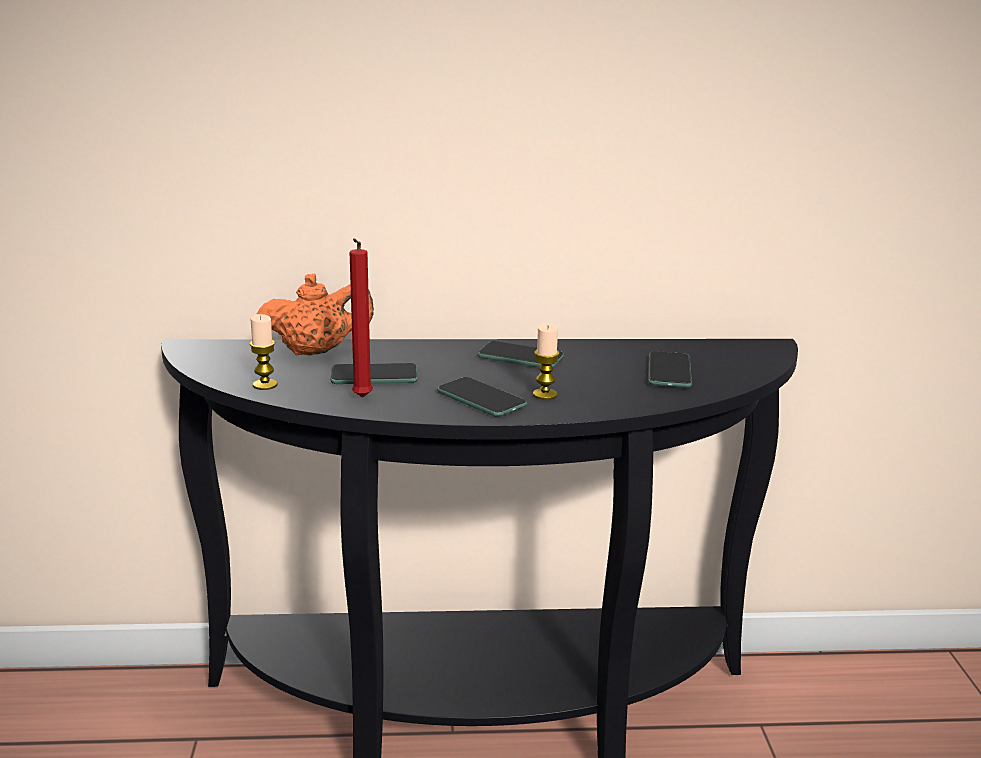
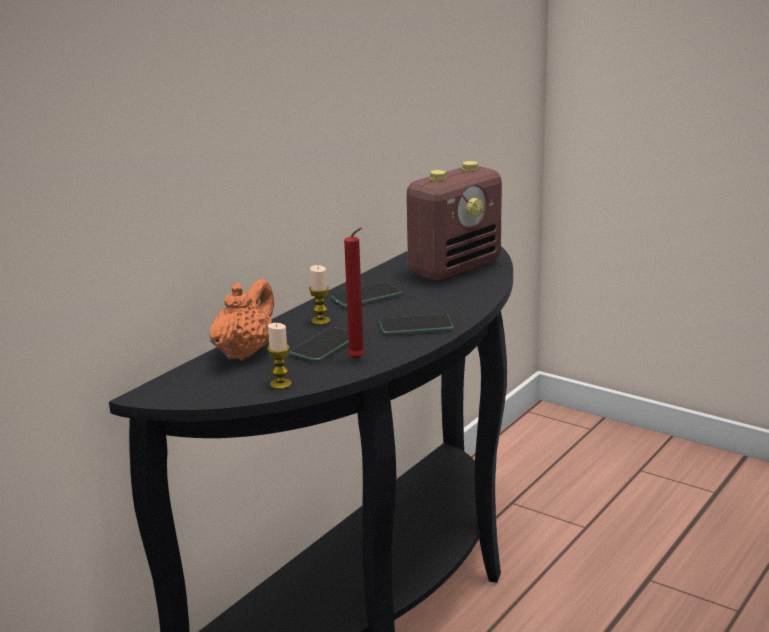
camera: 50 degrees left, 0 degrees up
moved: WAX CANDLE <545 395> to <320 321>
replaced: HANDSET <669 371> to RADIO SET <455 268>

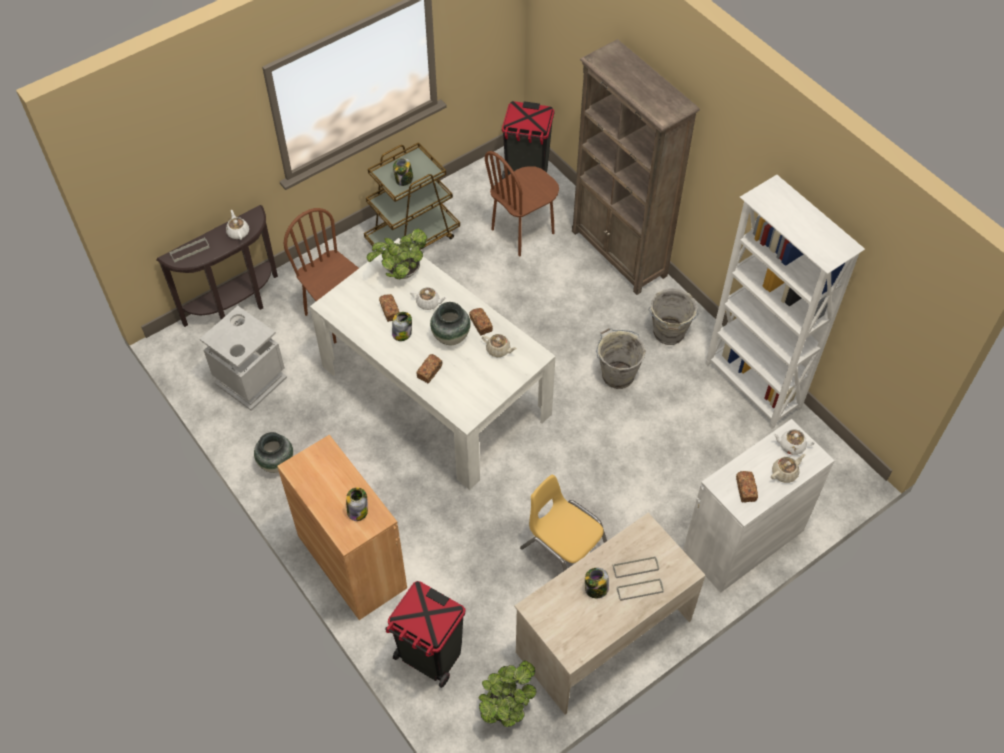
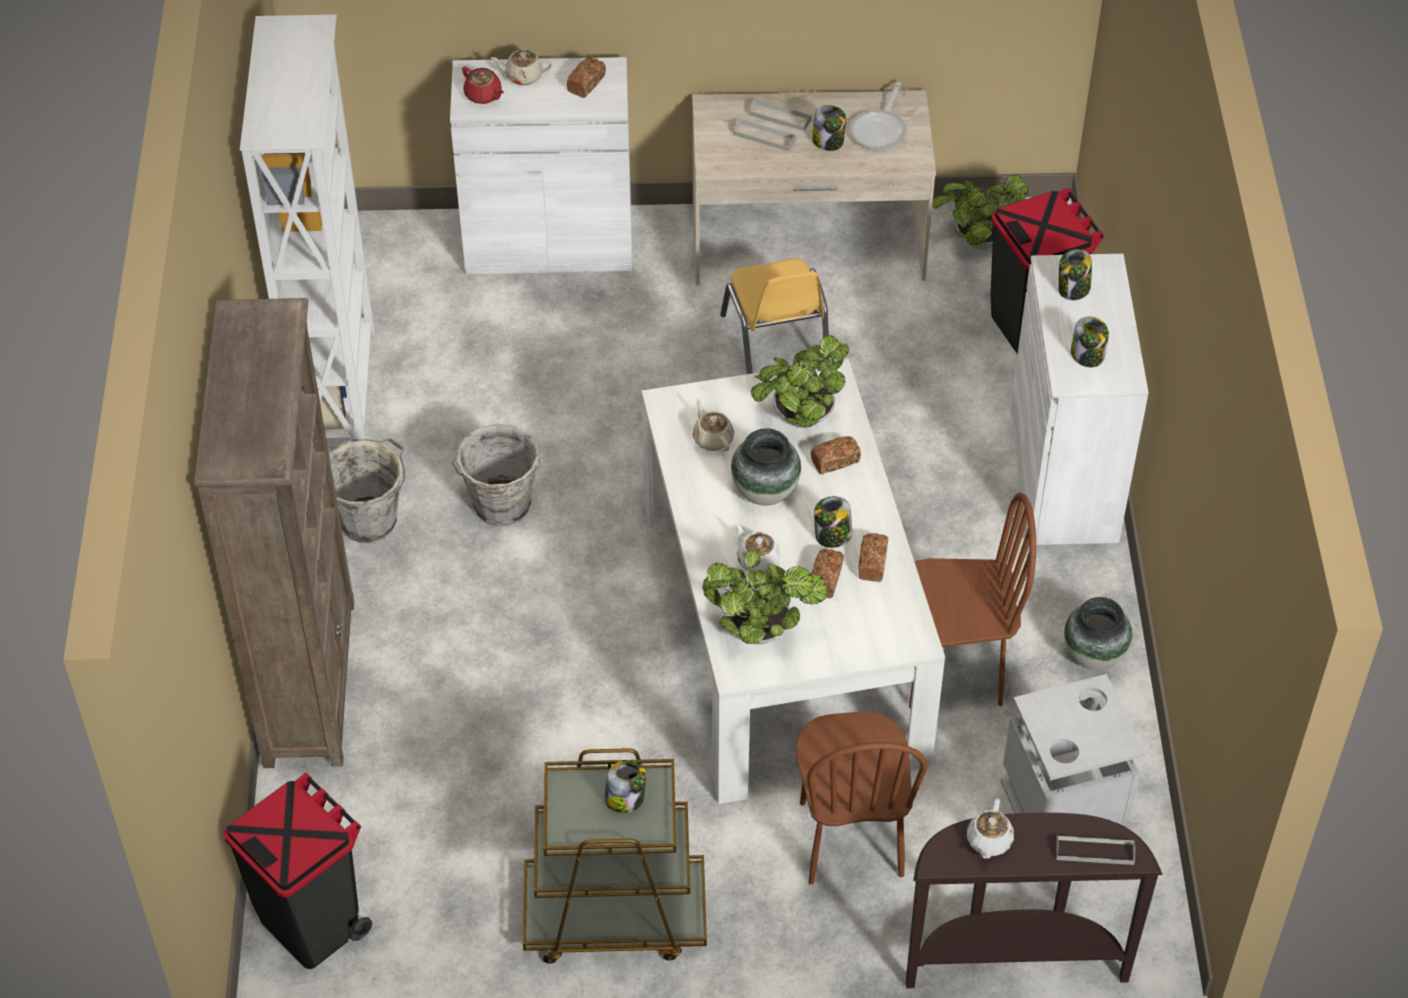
camera: 145 degrees left, 5 degrees down
added: POTTED PLANT <799 418>; FRYING PAN <880 130>; STORAGE JAR <1088 355>
moved: BAKED BREAD <481 325> to <872 563>; BROWN-COLOURED CHAIR <523 231> to <950 671>
recoloured: BROWN-COLOURED CUPBOARD <352 561> to WHITE-COLOURED CUPBOARD <1063 474>; WHITE-COLOURED TEAPOT <791 445> to RED-COLOURED TEAPOT <483 95>

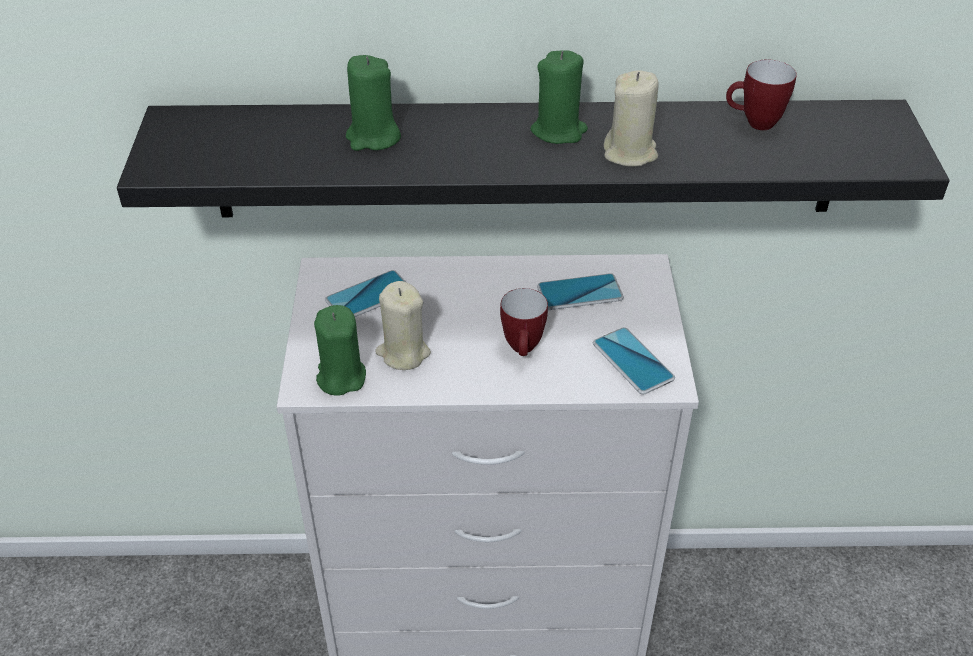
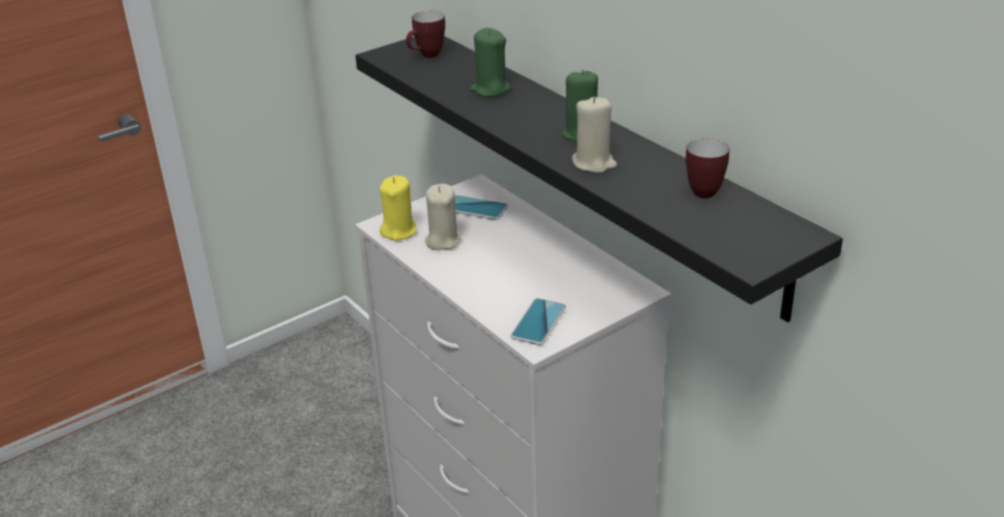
camera: 55 degrees right, 10 degrees down
removed: HANDSET <579 293>
moved: MUG <523 350> to <427 56>
recoloured: GREEN WAX CANDLE <341 377> to YELLOWISH WAX CANDLE <399 231>

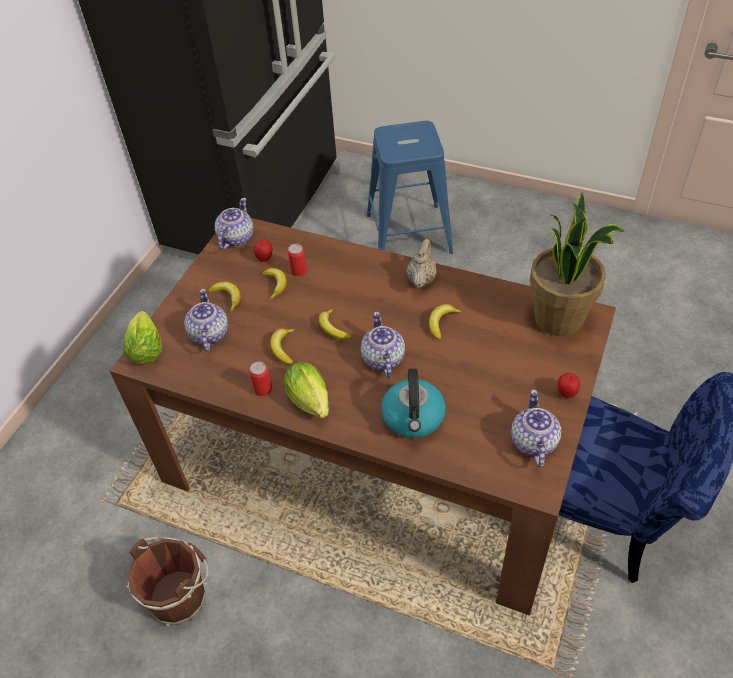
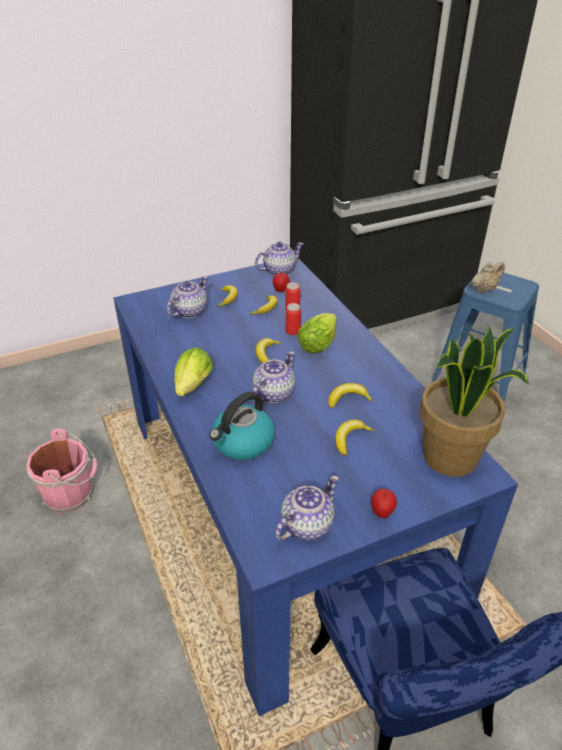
camera: 40 degrees right, 10 degrees down
moved: LETTUCE <146 347> to <319 343>; SEALED CAN <263 389> to <293 331>; BANANA FRUIT <283 348> to <350 439>; SAND-COLOURED TEAPOT <421 279> to <484 289>
recoloured: BROWN-COLOURED DINING TABLE <374 454> to BLUISH DINING TABLE <280 506>; BROWN-COLOURED BUCKET <180 595> to PINK-COLOURED BUCKET <71 494>

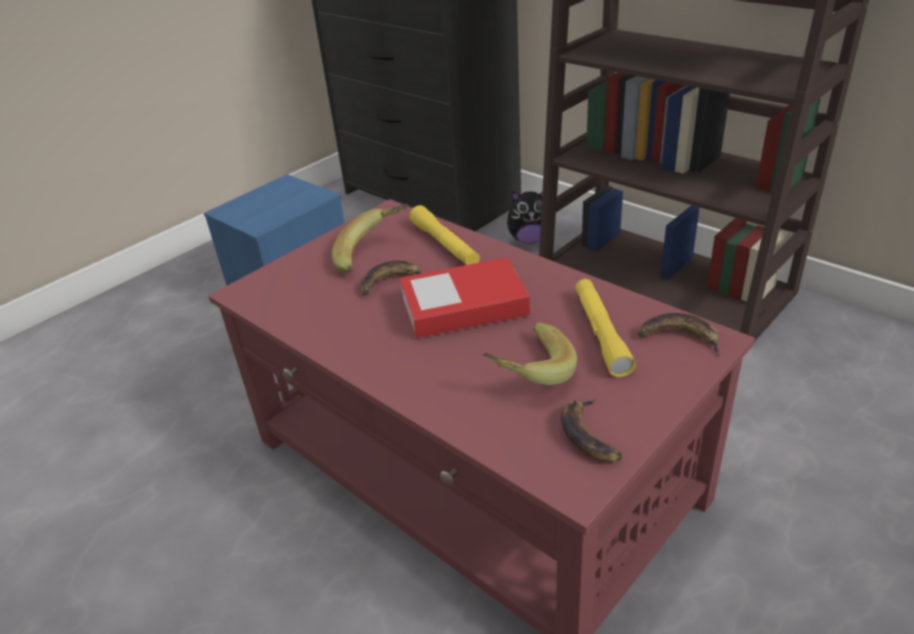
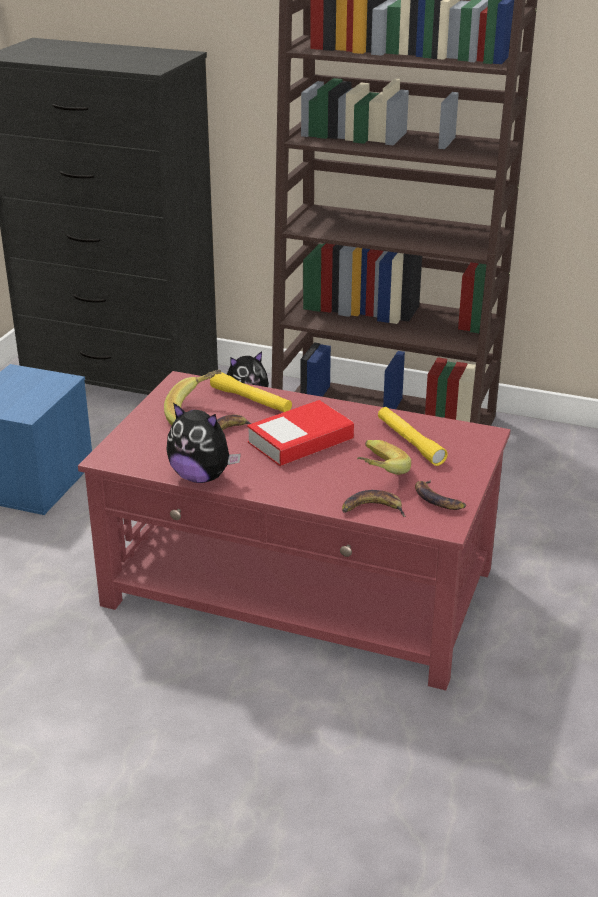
camera: 25 degrees left, 5 degrees down
added: CUDDLY TOY <201 477>
moved: BANANA FRUIT <678 338> to <372 509>

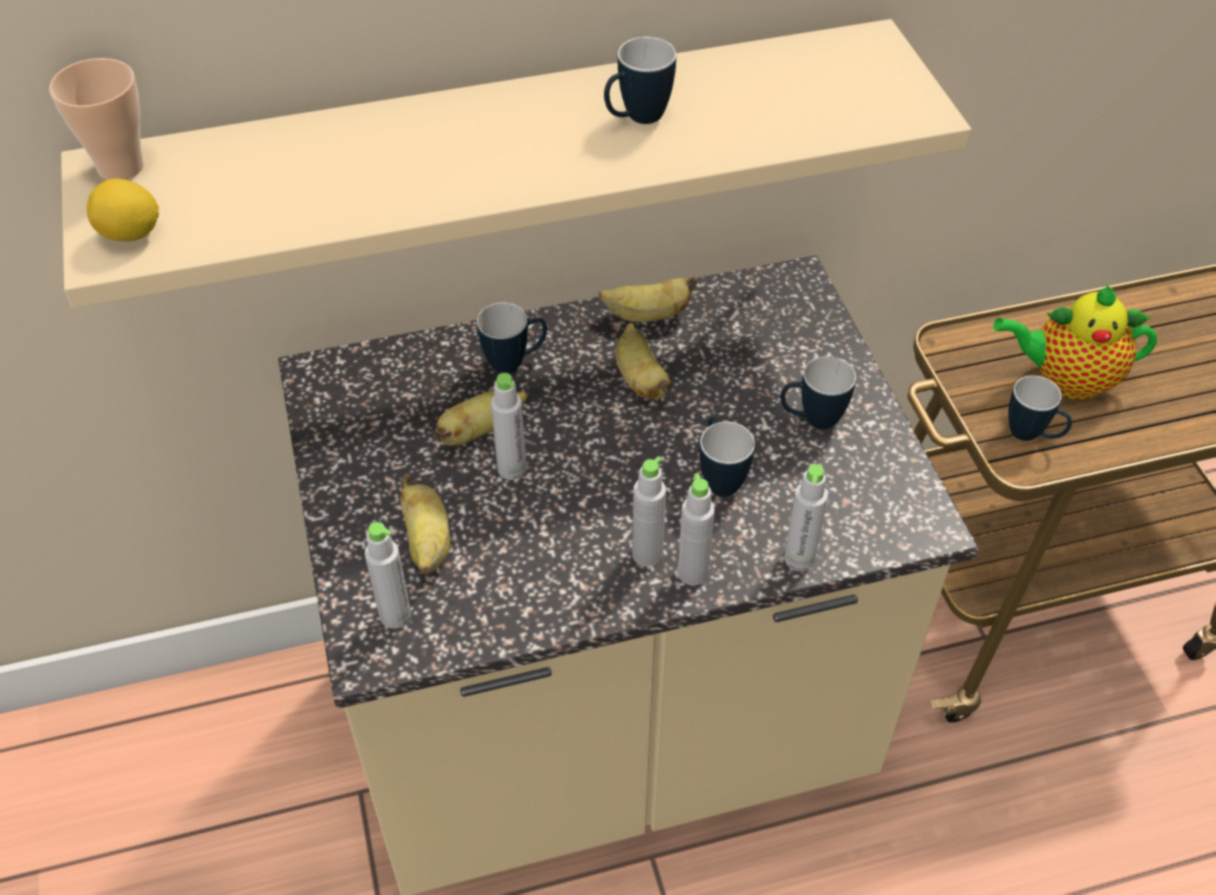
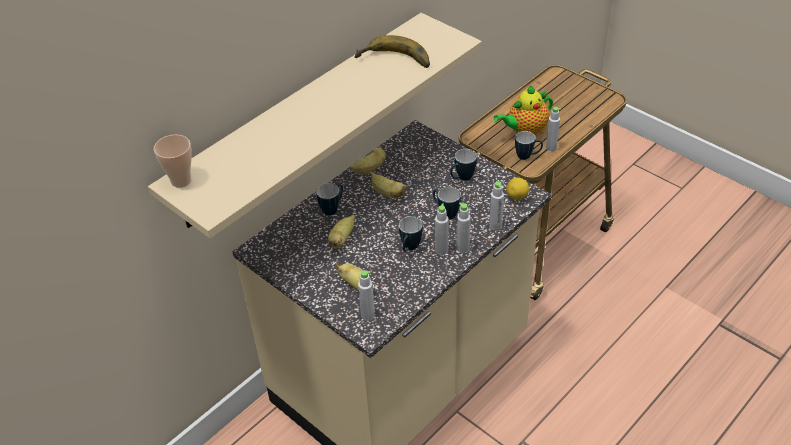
camera: 30 degrees left, 5 degrees down
added: BANANA FRUIT <394 62>
moved: LEMON <131 235> to <517 196>; GRAY BEVERAGE BOTTLE <512 469> to <551 147>; MUG <636 119> to <409 248>

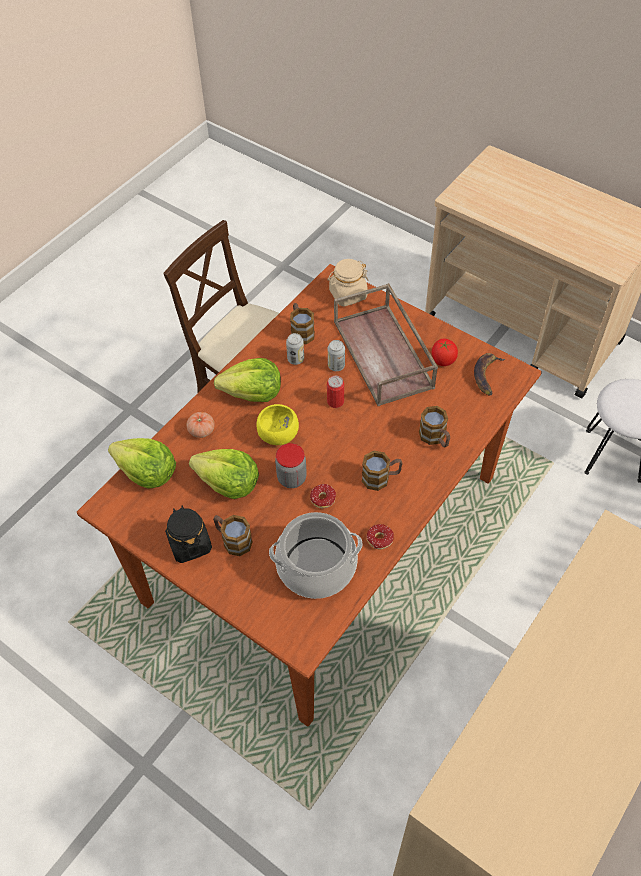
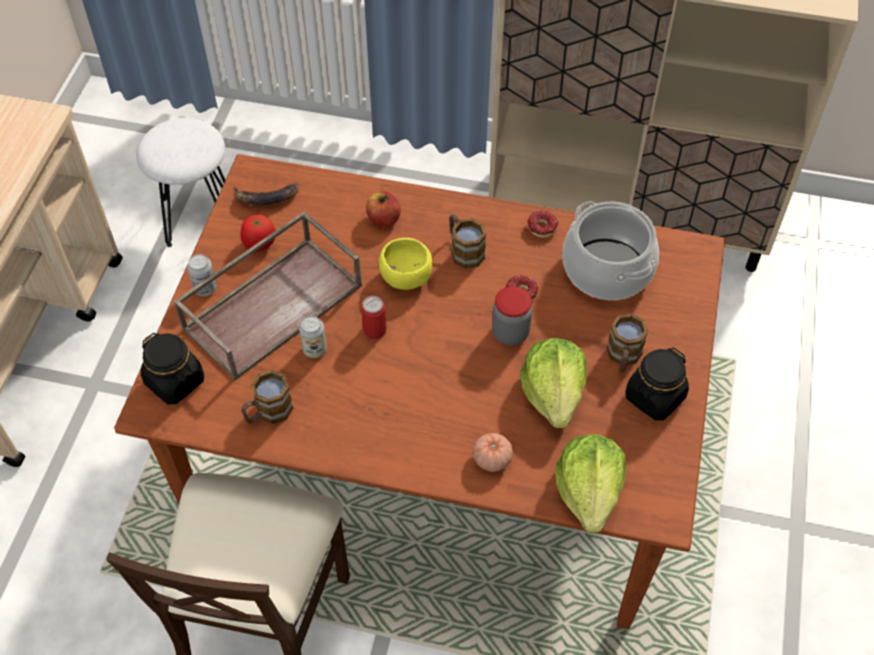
camera: 115 degrees left, 0 degrees up
removed: LETTUCE <253 393>
moved: YELLOWISH SERVING BOWL <277 434> to <405 278>; SEALED CAN <295 359> to <205 288>
replaced: MUG <435 438> to APPLE FRUIT <383 219>
recoloured: SAND-COLOURED STORAGE JAR <347 295> to BLACK-COLOURED STORAGE JAR <175 382>

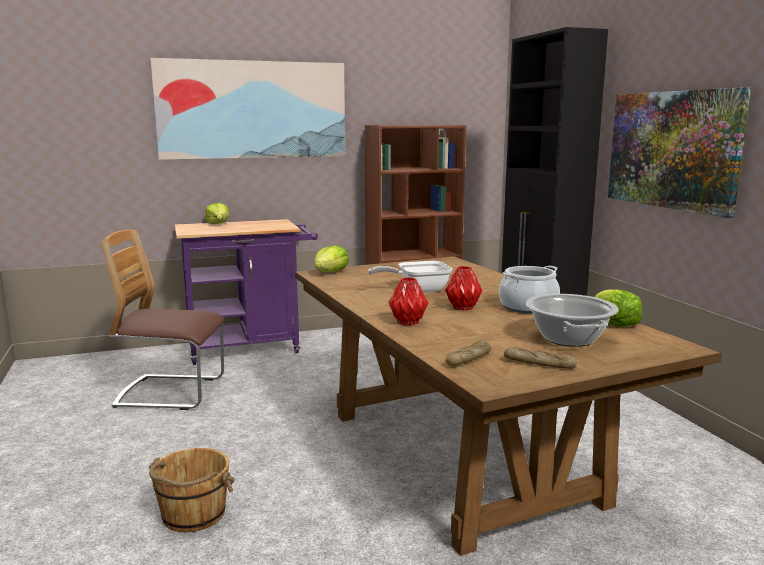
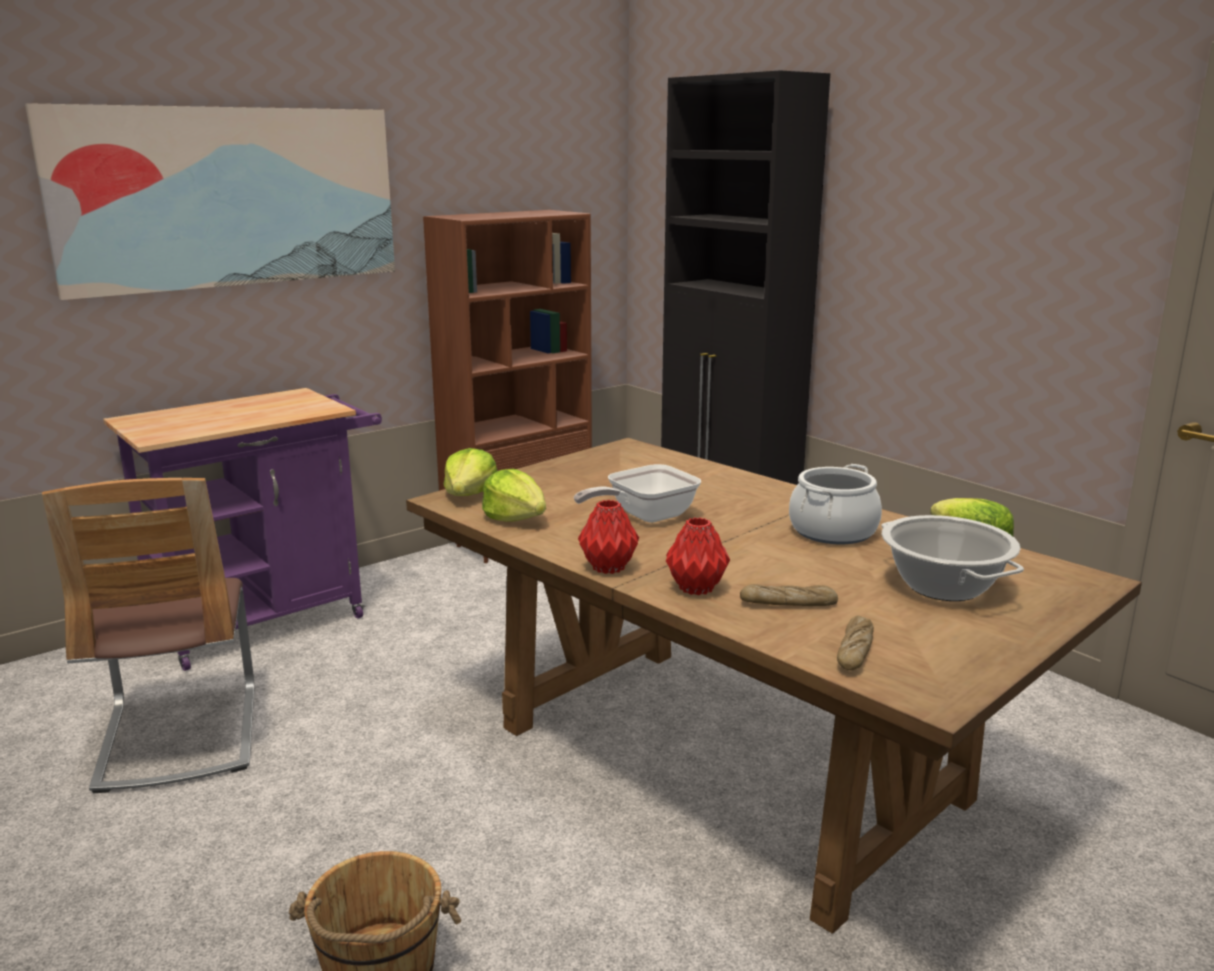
camera: 20 degrees left, 5 degrees up
removed: WALL ART <672 150>
moved: LETTUCE <218 224> to <516 518>; RED-COLOURED FLOWER VASE <463 308> to <608 568>; BAKED BREAD <539 364> to <788 604>
turned: CHAIR <171 393> = <179 736> 90 degrees counterclockwise

